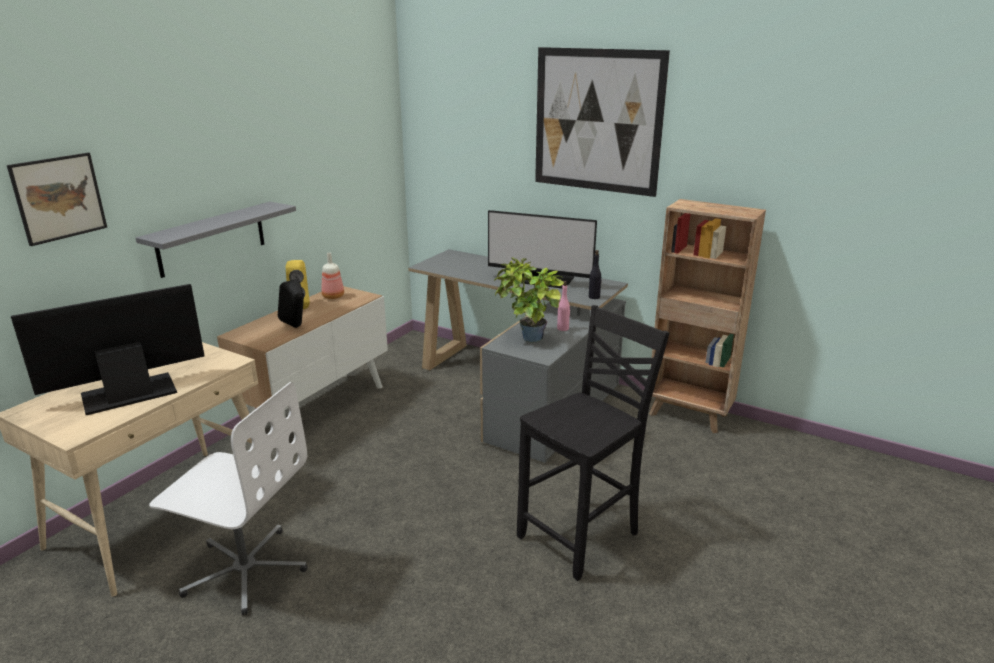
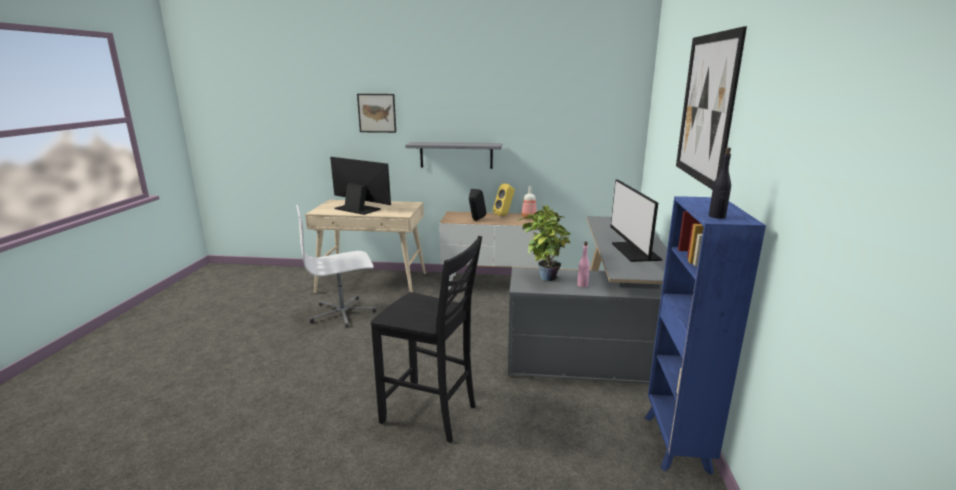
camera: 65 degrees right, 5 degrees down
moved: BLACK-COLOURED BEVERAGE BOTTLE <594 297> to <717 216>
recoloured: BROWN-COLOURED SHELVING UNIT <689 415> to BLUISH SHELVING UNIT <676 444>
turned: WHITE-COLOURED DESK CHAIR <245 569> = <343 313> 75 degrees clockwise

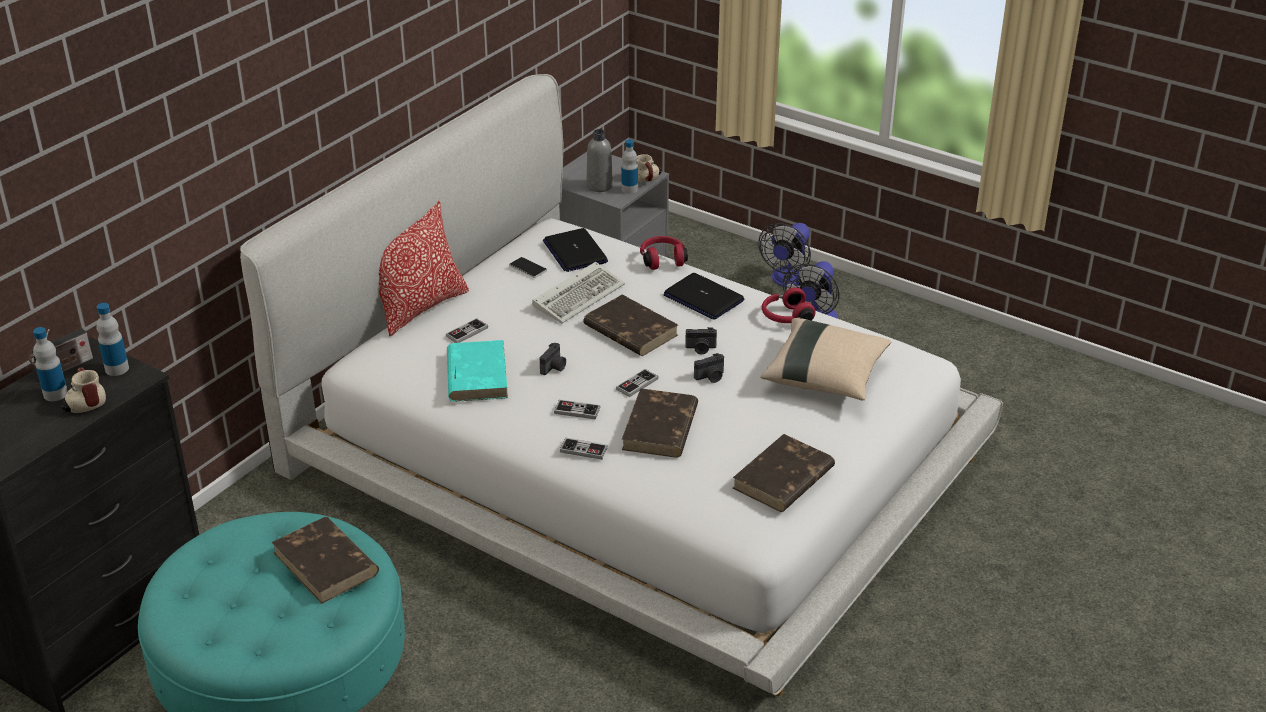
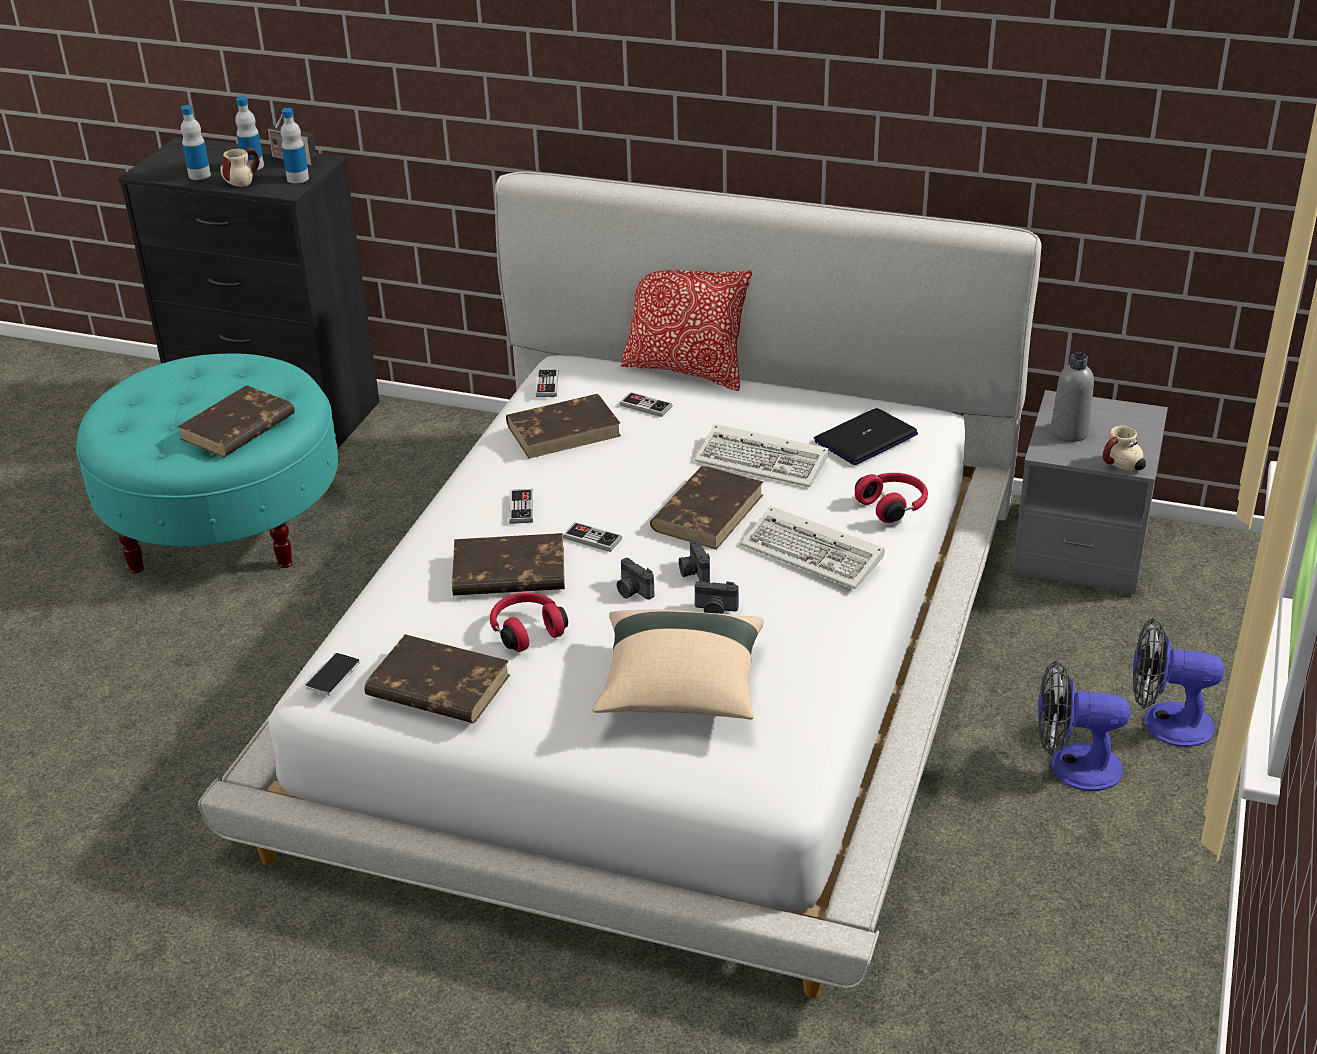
camera: 75 degrees right, 0 degrees up
moved: HANDSET <528 268> to <333 675>; STILL CAMERA <554 367> to <715 610>; GAMEPAD <583 450> to <547 385>; BEVERAGE BOTTLE <629 189> to <199 175>; RED-COLOURED PAIR OF HEADPHONES <785 317> to <526 630>
replaced: LAPTOP <703 298> to PC KEYBOARD <815 553>
recoloured: BLUE-GREEN VOLUME <477 375> to BROWN-COLOURED VOLUME <564 430>

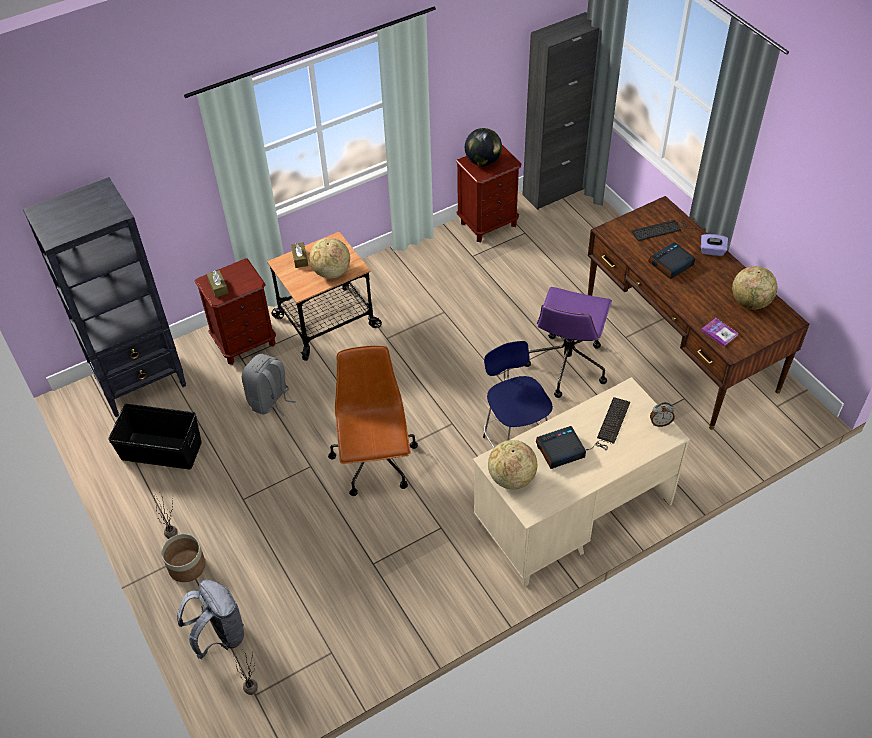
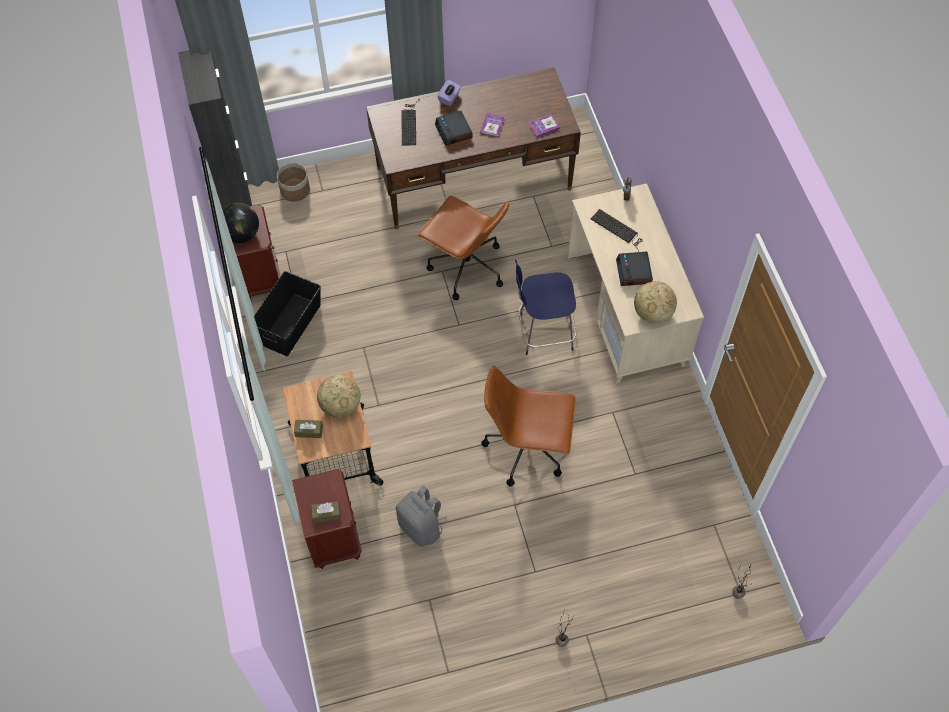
camera: 75 degrees left, 10 degrees up
removed: BLACK-COLOURED SHELVING UNIT <141 382>; GRAY KNAPSACK <219 635>; GLOBE <750 302>
added: VOLUME <492 125>
moved: BLACK-COLOURED STORAGE BIN <161 450> to <290 324>; FLOWER POT <186 566> to <295 190>
recoloured: PURPLE DESK CHAIR <566 364> to BROWN-COLOURED DESK CHAIR <465 267>

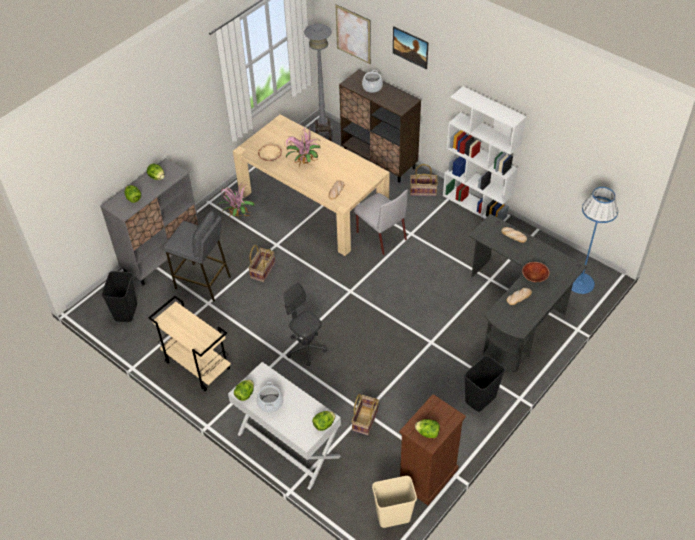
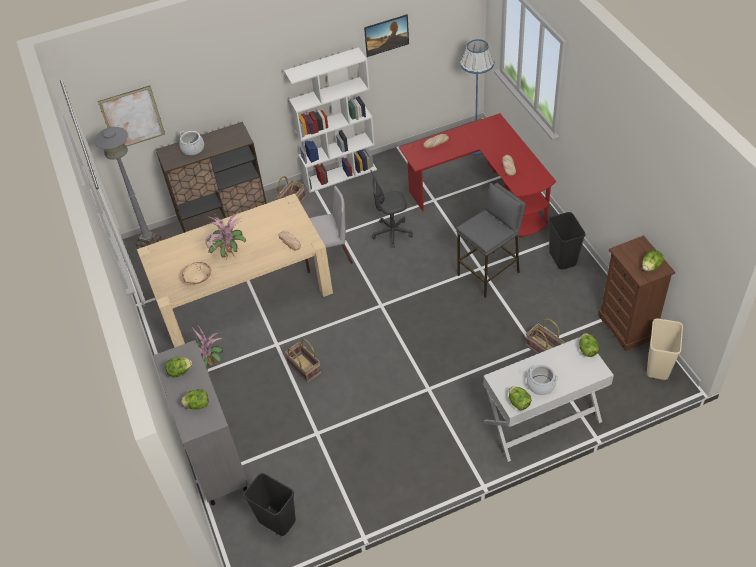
camera: 60 degrees left, 0 degrees up
removed: SAND-COLOURED CART <196 365>; BROWN-COLOURED SERVING BOWL <534 277>
moved: GRAY STOOL <203 283> to <489 274>; GRAY DESK CHAIR <306 349> to <392 233>; WALL ART <410 54> to <387 42>
recoloured: BLACK-COLOURED DESK UNIT <518 312> to RED-COLOURED DESK UNIT <483 197>

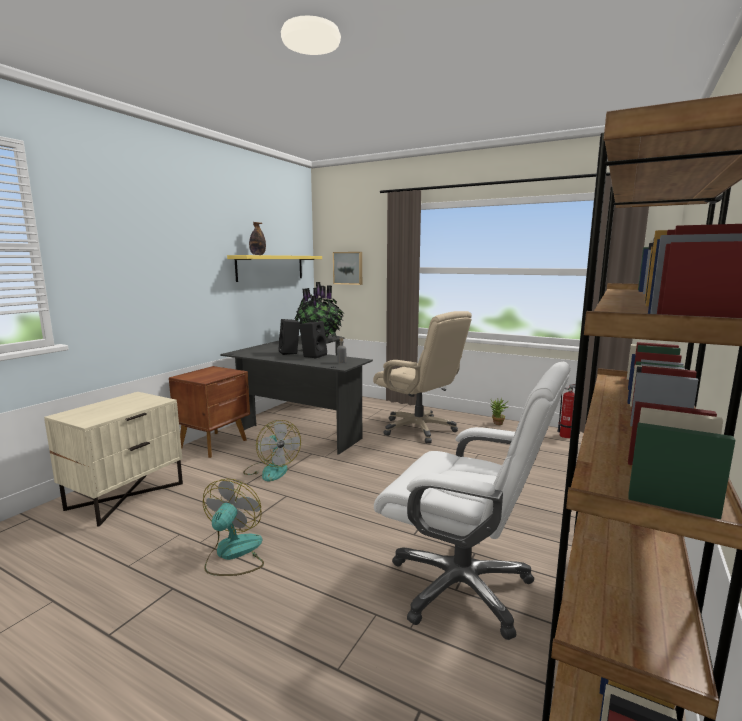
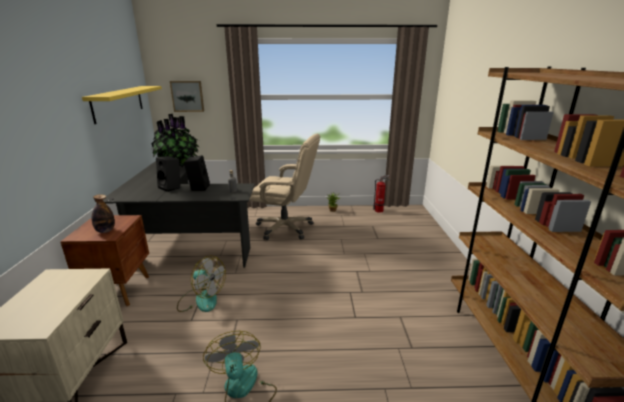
camera: 30 degrees left, 10 degrees up
removed: WHITE-COLOURED DESK CHAIR <462 586>
moved: BEVERAGE BOTTLE <257 255> to <105 231>

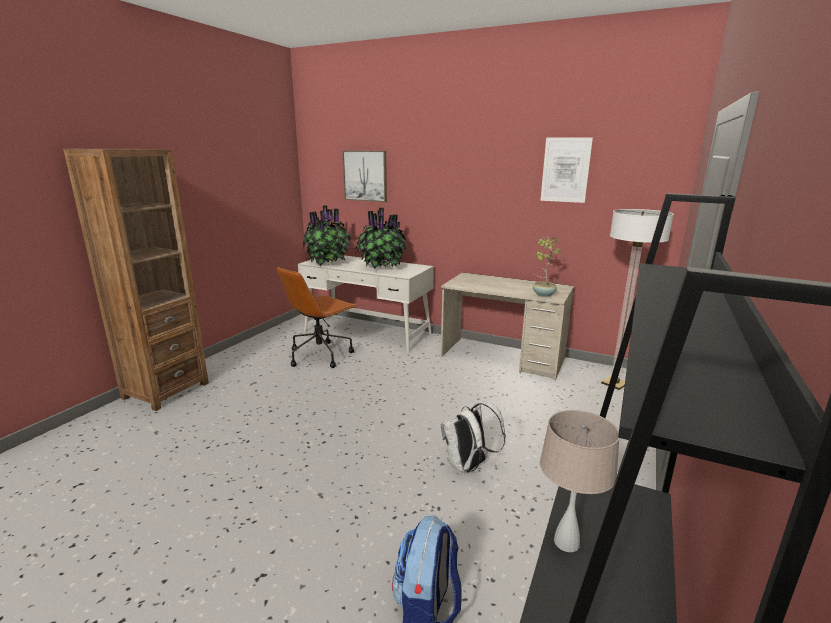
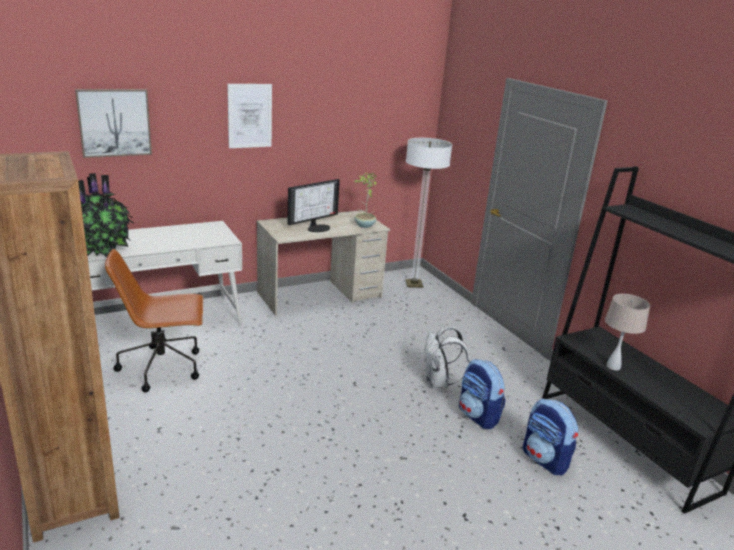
camera: 55 degrees left, 5 degrees up
removed: POTTED PLANT <381 267>
added: COMPUTER DISPLAY <317 227>; KNAPSACK <478 416>
moved: WALL ART <565 170> to <250 116>
turned: BROWN-COLOURED DESK CHAIR <320 355> = <163 367> 90 degrees clockwise

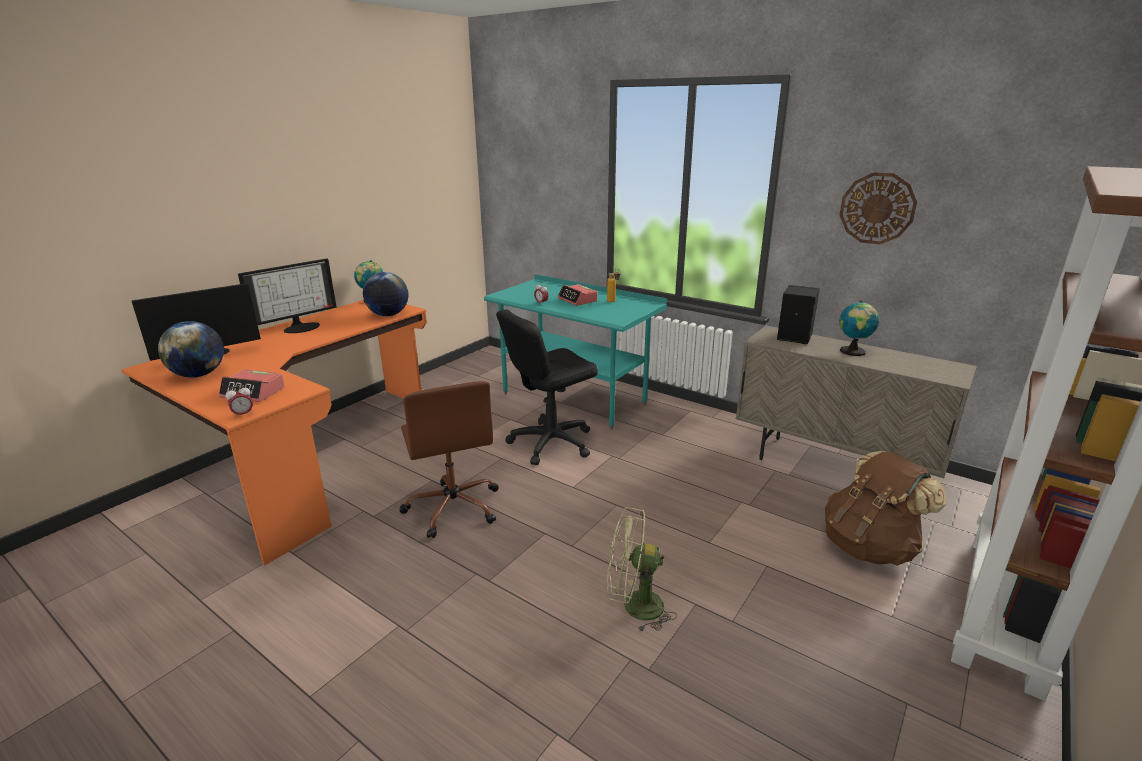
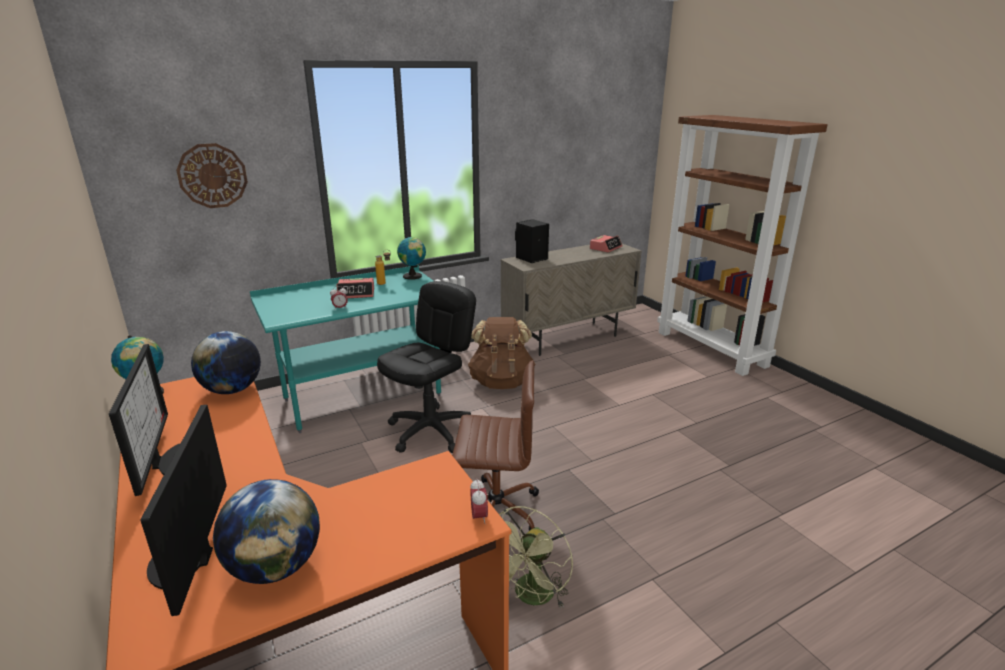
camera: 65 degrees left, 0 degrees up
moved: BEDSIDE CLOCK <253 392> to <605 248>; GREEN ELECTRIC FAN <634 606> to <531 597>; BROWN-COLOURED KNAPSACK <869 547> to <501 382>; GLOBE <853 352> to <413 276>; WALL CLOCK <877 208> to <212 176>
turned: BLACK-COLOURED DESK CHAIR <551 442> = <431 431> 135 degrees counterclockwise

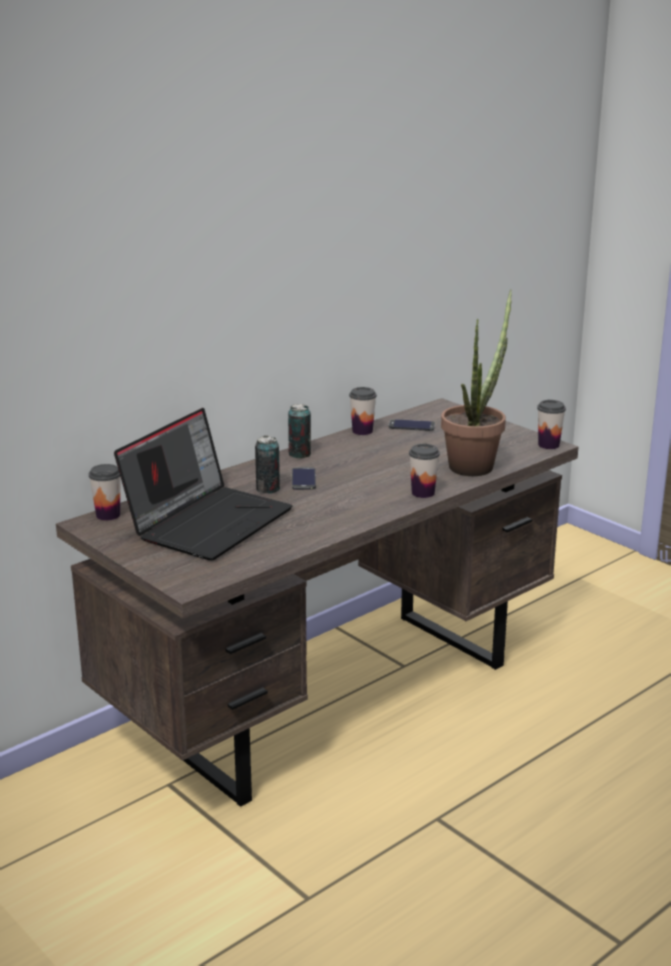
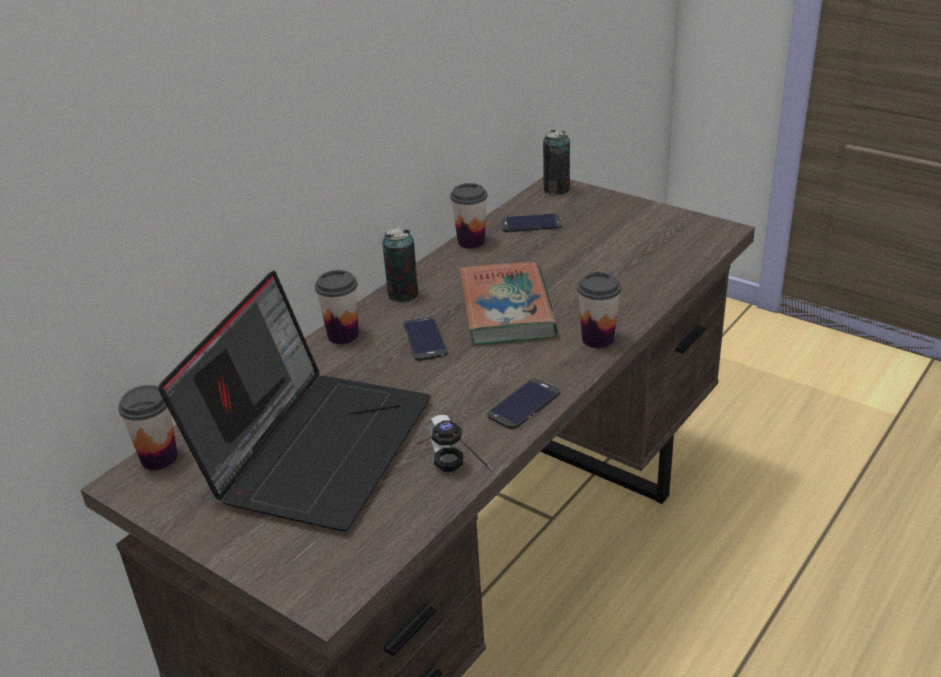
camera: 10 degrees left, 10 degrees up
removed: POTTED PLANT <475 464>
added: PAIR OF HEADPHONES <446 481>; VOLUME <507 310>; HANDSET <524 404>
moved: SEALED CAN <268 489> to <556 189>; DRINKING CUP <548 445> to <343 335>

